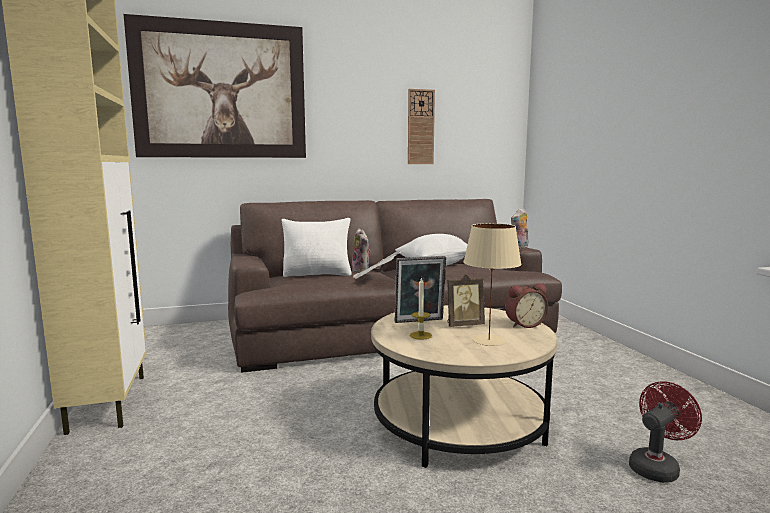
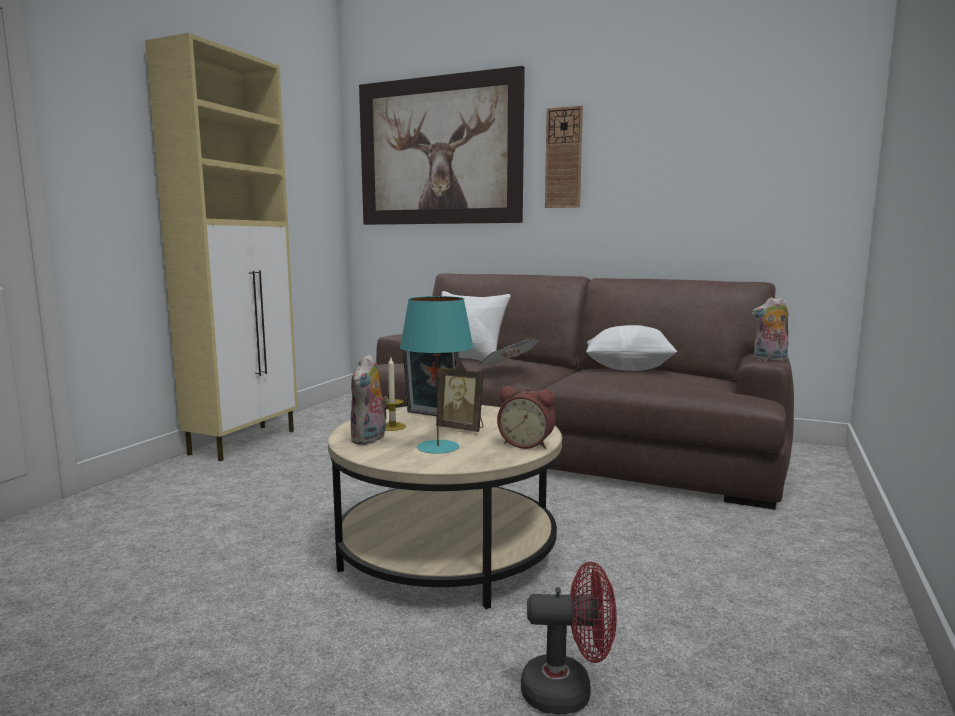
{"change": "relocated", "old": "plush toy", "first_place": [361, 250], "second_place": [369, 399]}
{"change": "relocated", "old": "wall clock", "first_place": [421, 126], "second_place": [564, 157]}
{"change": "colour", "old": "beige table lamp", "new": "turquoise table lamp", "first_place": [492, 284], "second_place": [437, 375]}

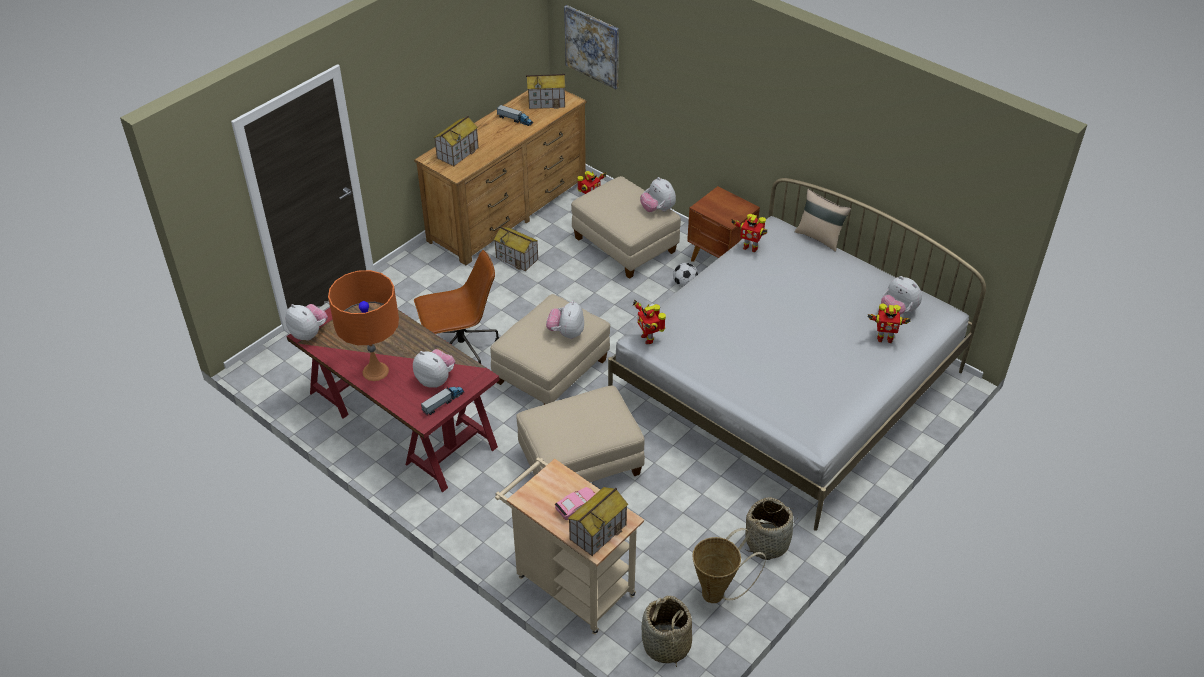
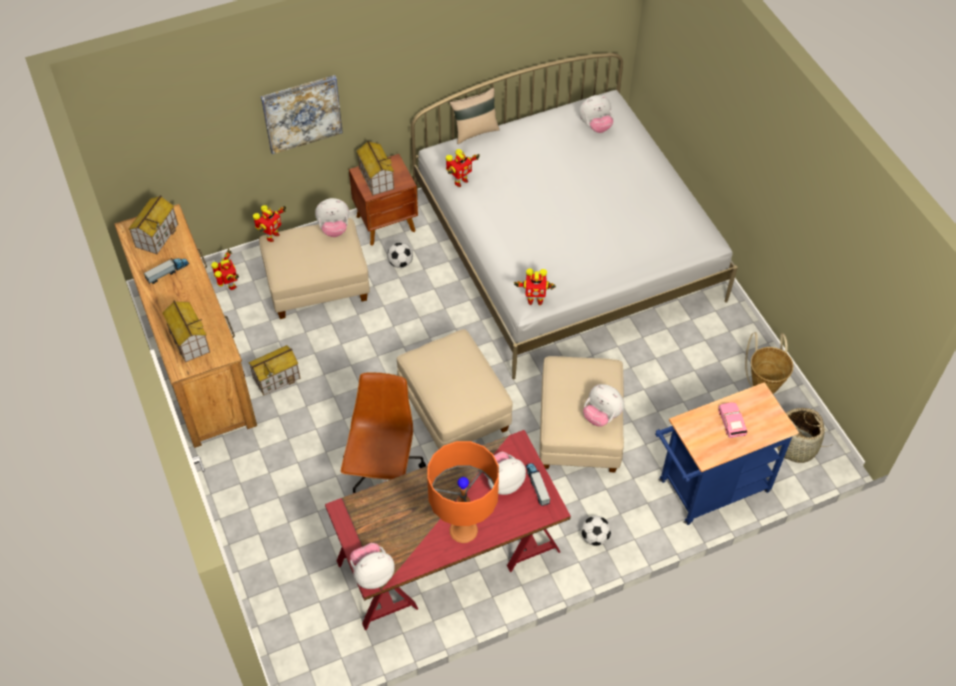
{"change": "colour", "old": "beige cart", "new": "blue cart", "first_place": [569, 546], "second_place": [727, 453]}
{"change": "relocated", "old": "plush toy", "first_place": [565, 320], "second_place": [603, 405]}
{"change": "relocated", "old": "picture", "first_place": [591, 47], "second_place": [302, 114]}
{"change": "relocated", "old": "toy house", "first_place": [598, 521], "second_place": [375, 168]}
{"change": "missing", "old": "basket", "first_place": [771, 528]}
{"change": "relocated", "old": "toy robot", "first_place": [889, 323], "second_place": [269, 223]}
{"change": "appeared", "new": "football", "second_place": [596, 531]}

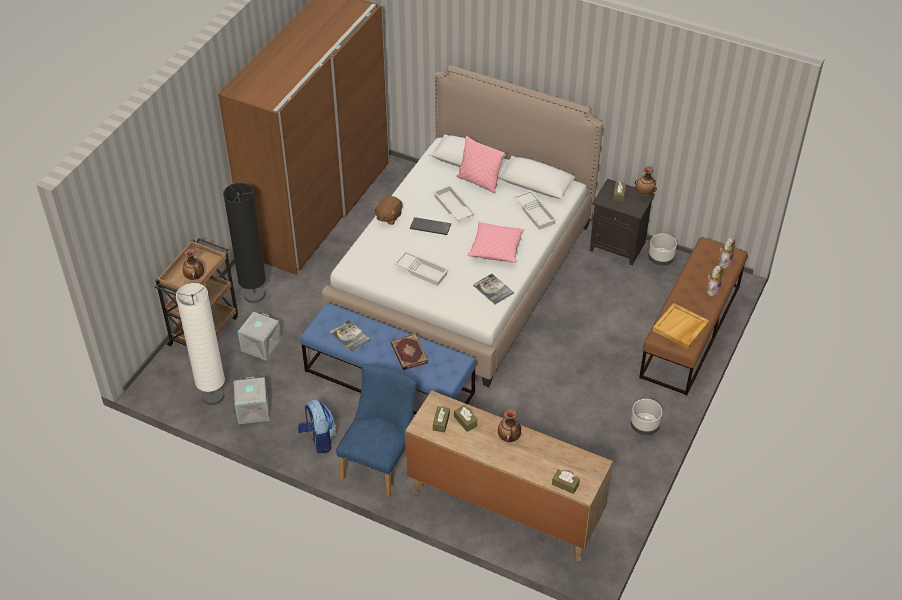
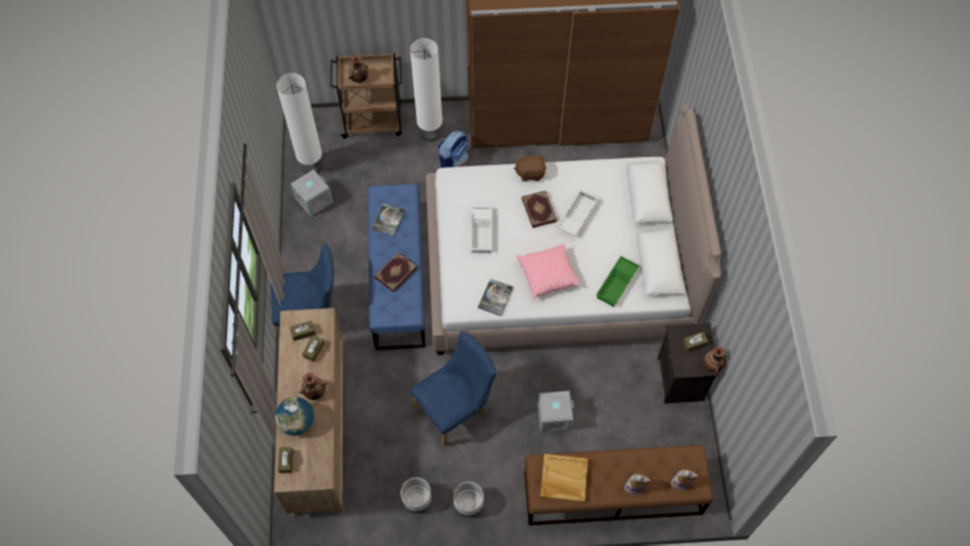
{"change": "colour", "old": "black floor lamp", "new": "white floor lamp", "first_place": [244, 243], "second_place": [426, 90]}
{"change": "relocated", "old": "grey storage box", "first_place": [260, 336], "second_place": [556, 412]}
{"change": "relocated", "old": "backpack", "first_place": [317, 426], "second_place": [453, 149]}
{"change": "exchanged", "old": "keyboard", "new": "book", "first_place": [430, 226], "second_place": [539, 209]}
{"change": "missing", "old": "pink pillow", "first_place": [480, 164]}
{"change": "colour", "old": "white tray", "new": "green tray", "first_place": [535, 210], "second_place": [618, 281]}
{"change": "relocated", "old": "grey planter", "first_place": [662, 250], "second_place": [416, 495]}
{"change": "appeared", "new": "globe", "second_place": [294, 416]}
{"change": "appeared", "new": "blue chair", "second_place": [454, 388]}

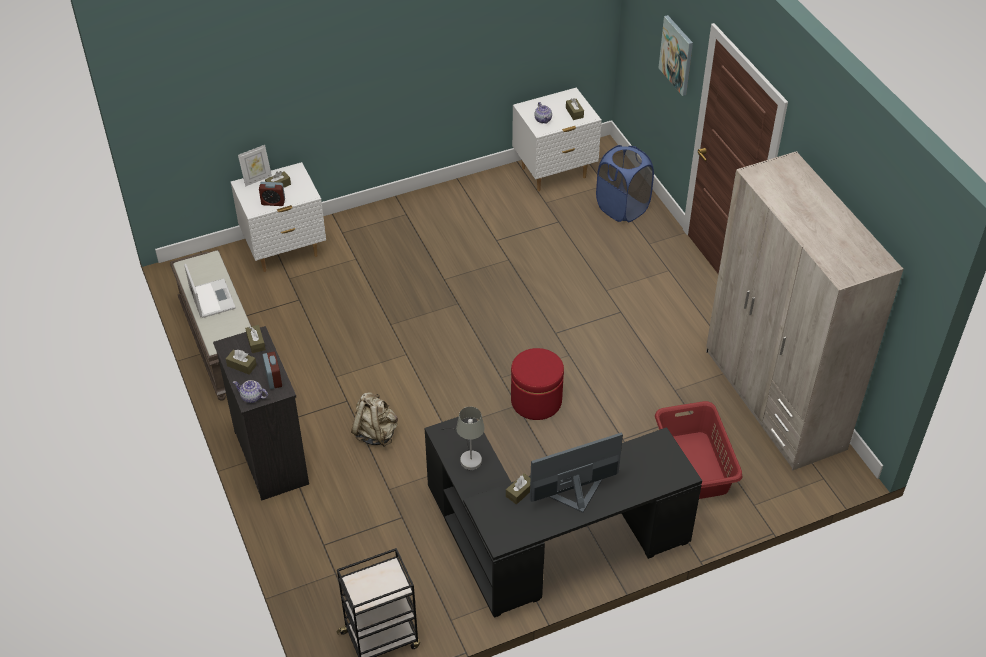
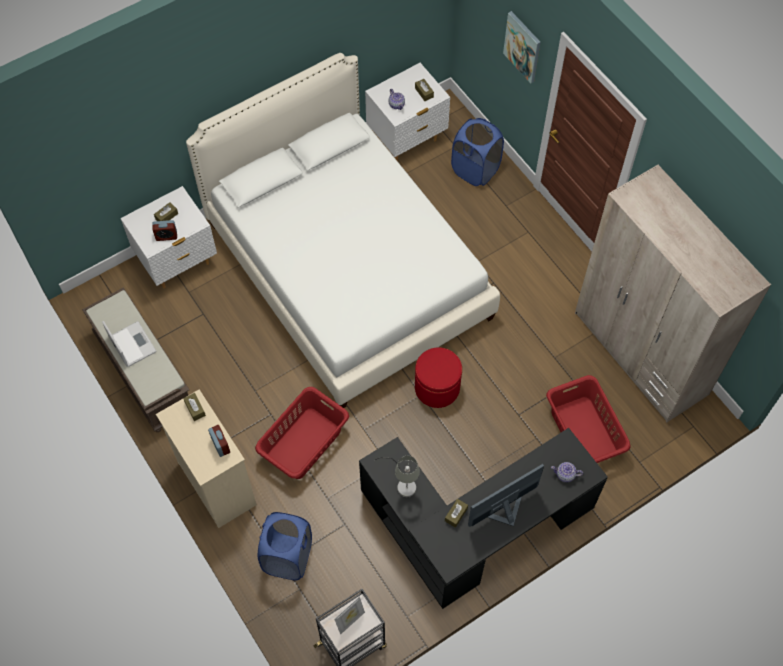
{"change": "colour", "old": "black dresser", "new": "beige dresser", "first_place": [261, 413], "second_place": [206, 459]}
{"change": "missing", "old": "brown tissue box", "first_place": [241, 362]}
{"change": "relocated", "old": "teapot", "first_place": [250, 391], "second_place": [567, 472]}
{"change": "relocated", "old": "picture frame", "first_place": [255, 166], "second_place": [349, 615]}
{"change": "exchanged", "old": "beige backpack", "new": "red laundry basket", "first_place": [374, 419], "second_place": [302, 433]}
{"change": "appeared", "new": "white bed", "second_place": [343, 230]}
{"change": "appeared", "new": "blue laundry basket", "second_place": [285, 546]}

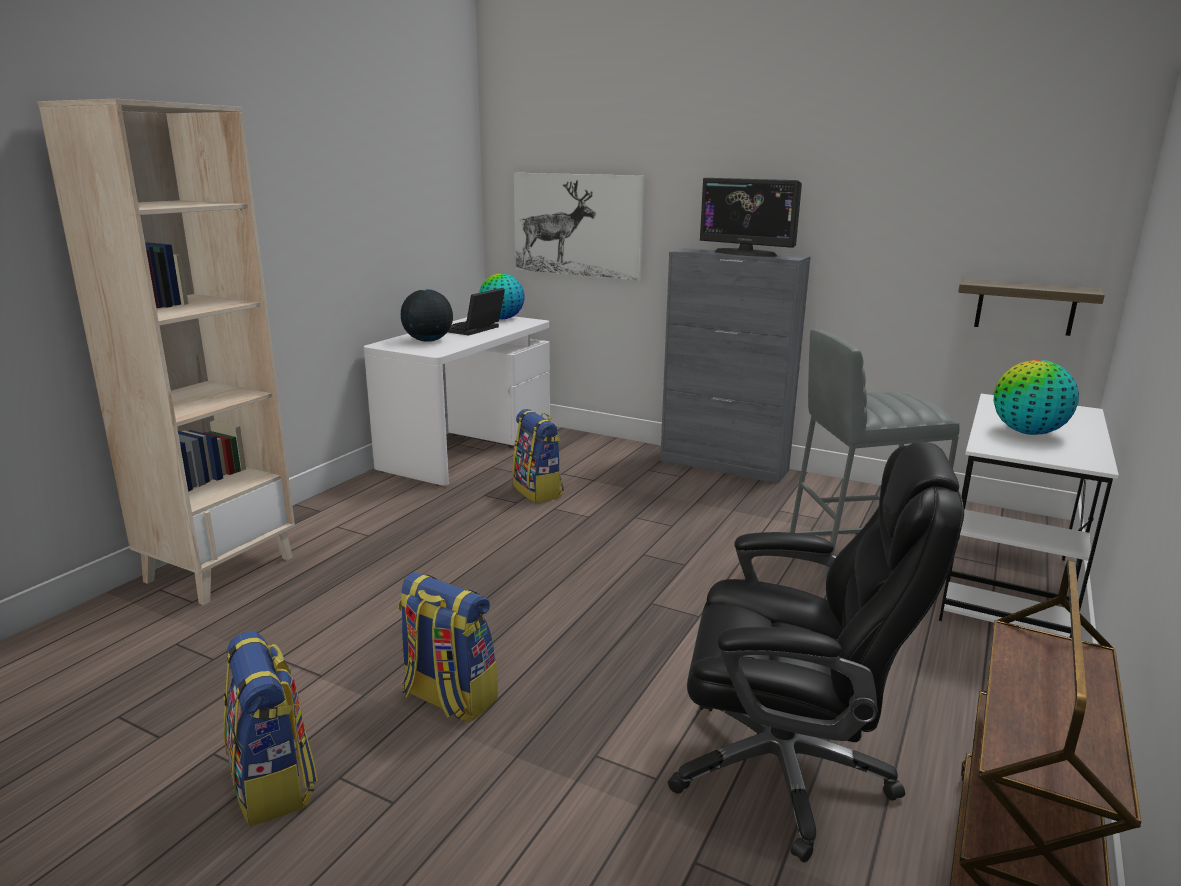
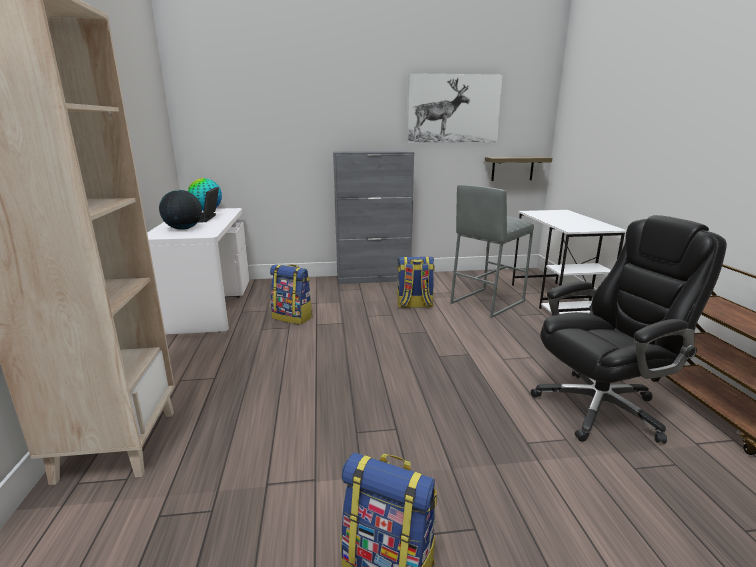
{"change": "relocated", "old": "backpack", "first_place": [448, 647], "second_place": [416, 282]}
{"change": "relocated", "old": "picture", "first_place": [579, 227], "second_place": [455, 108]}
{"change": "missing", "old": "monitor", "first_place": [751, 217]}
{"change": "missing", "old": "globe", "first_place": [1036, 397]}

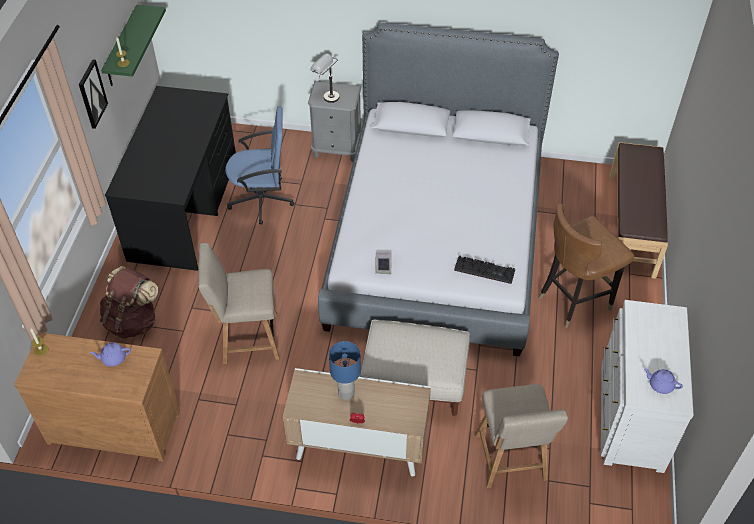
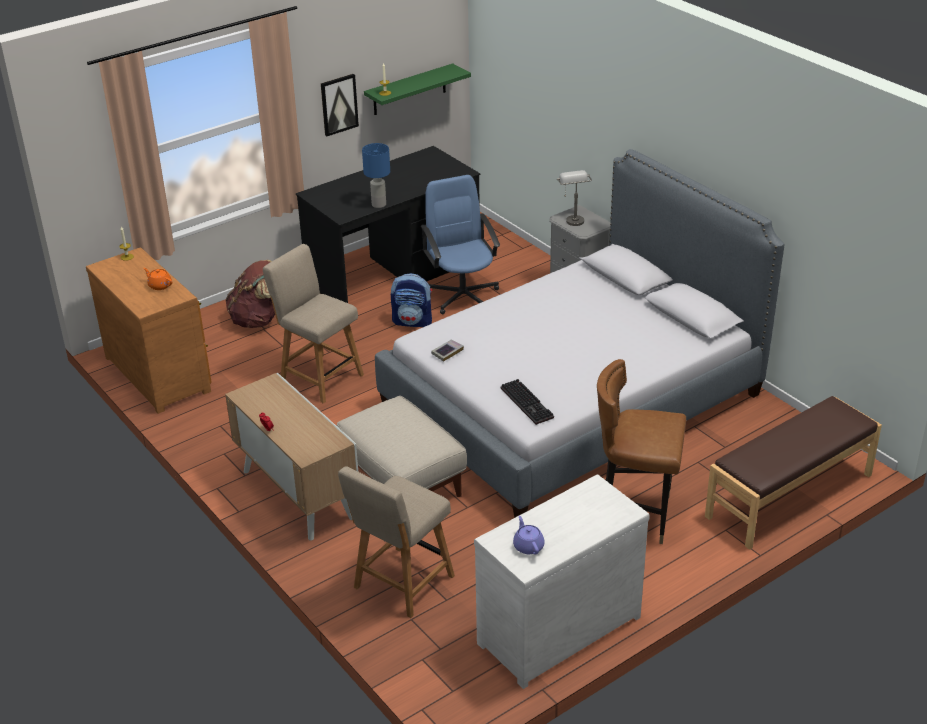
{"change": "colour", "old": "purple teapot", "new": "orange teapot", "first_place": [110, 355], "second_place": [158, 279]}
{"change": "spun", "old": "blue office chair", "first_place": [259, 165], "second_place": [460, 244], "degrees": -150}
{"change": "relocated", "old": "blue table lamp", "first_place": [345, 370], "second_place": [376, 175]}
{"change": "appeared", "new": "backpack", "second_place": [411, 300]}

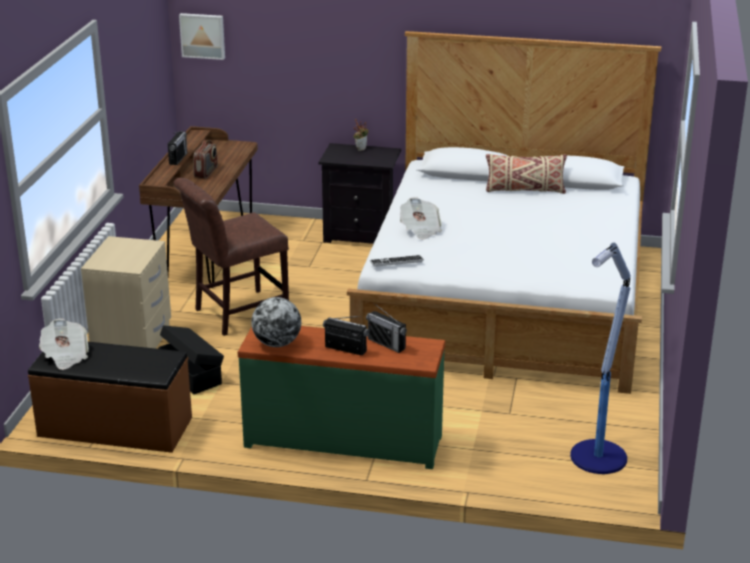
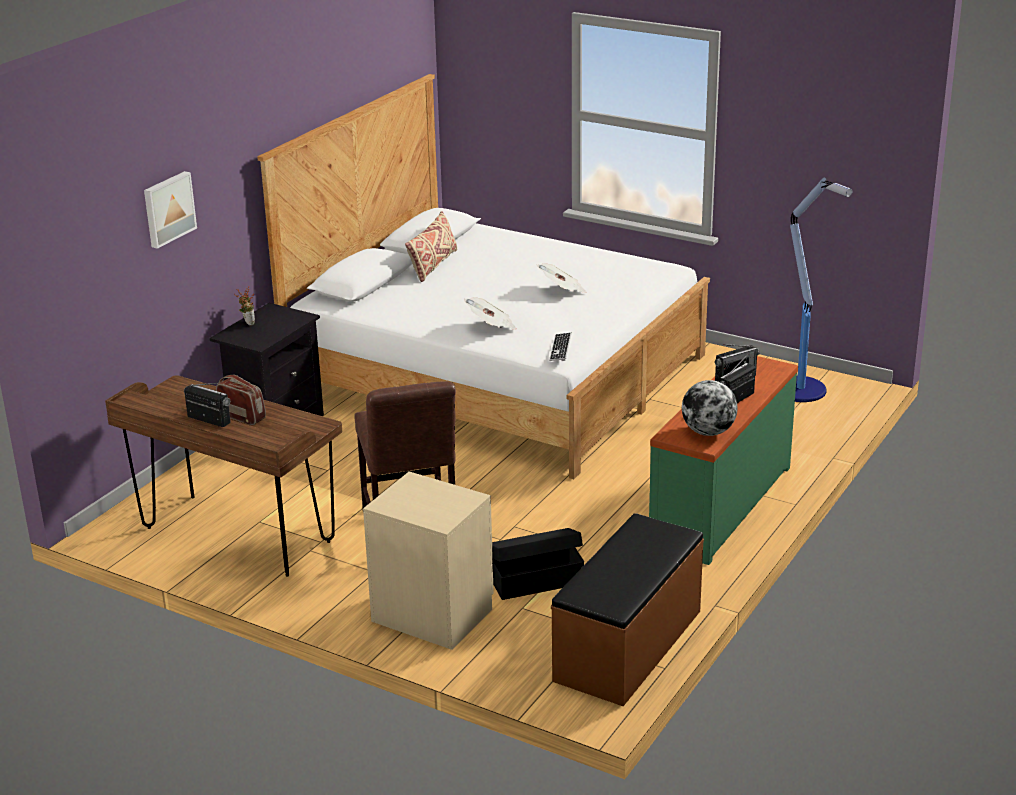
{"change": "relocated", "old": "newspaper", "first_place": [63, 344], "second_place": [562, 278]}
{"change": "relocated", "old": "picture", "first_place": [202, 36], "second_place": [170, 210]}

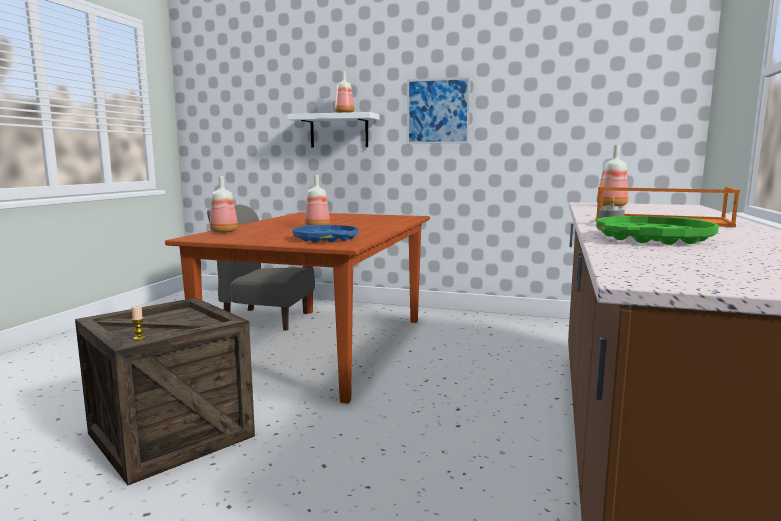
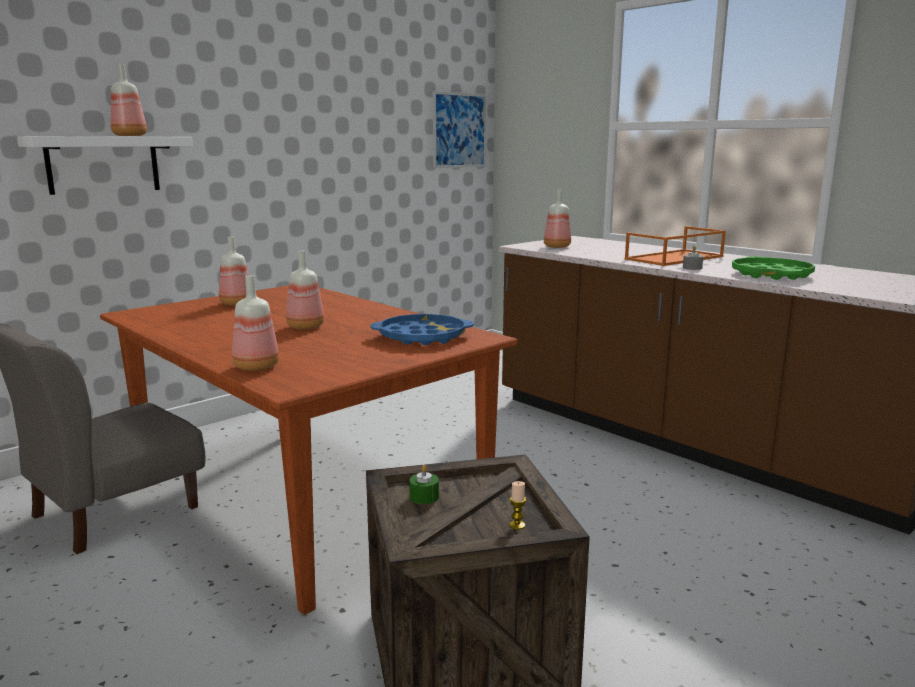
{"change": "relocated", "old": "picture", "first_place": [438, 110], "second_place": [460, 129]}
{"change": "appeared", "new": "bottle", "second_place": [234, 271]}
{"change": "appeared", "new": "green candle", "second_place": [424, 484]}

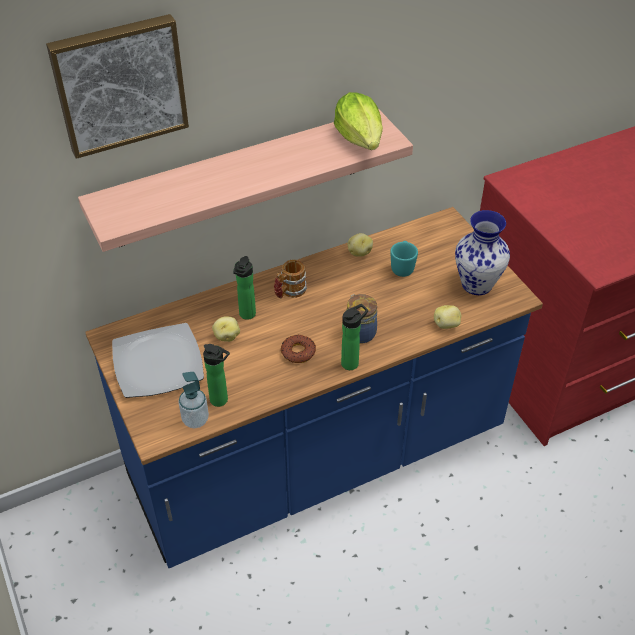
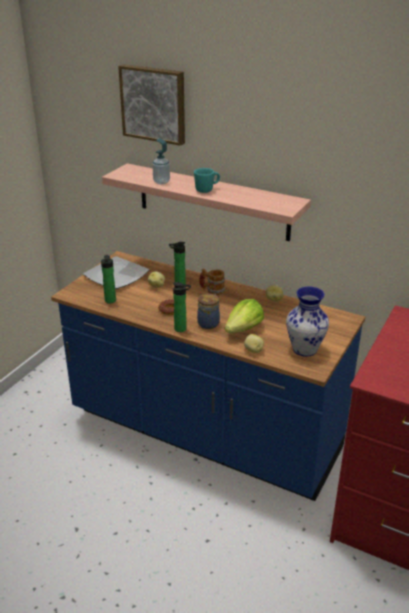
{"change": "relocated", "old": "soap dispenser", "first_place": [193, 400], "second_place": [161, 161]}
{"change": "relocated", "old": "lettuce", "first_place": [358, 121], "second_place": [244, 316]}
{"change": "relocated", "old": "turquoise mug", "first_place": [404, 259], "second_place": [207, 180]}

